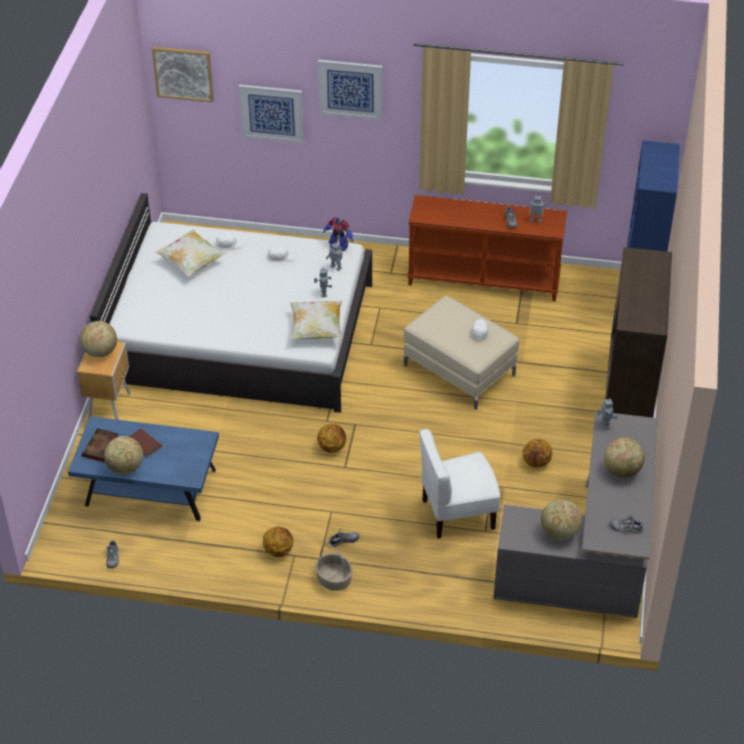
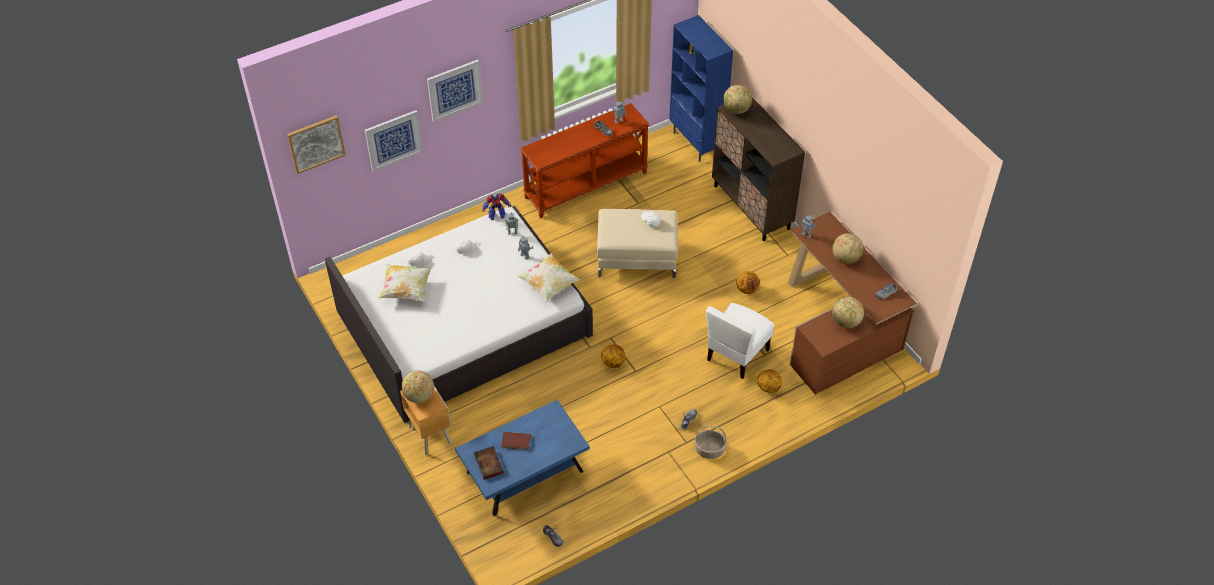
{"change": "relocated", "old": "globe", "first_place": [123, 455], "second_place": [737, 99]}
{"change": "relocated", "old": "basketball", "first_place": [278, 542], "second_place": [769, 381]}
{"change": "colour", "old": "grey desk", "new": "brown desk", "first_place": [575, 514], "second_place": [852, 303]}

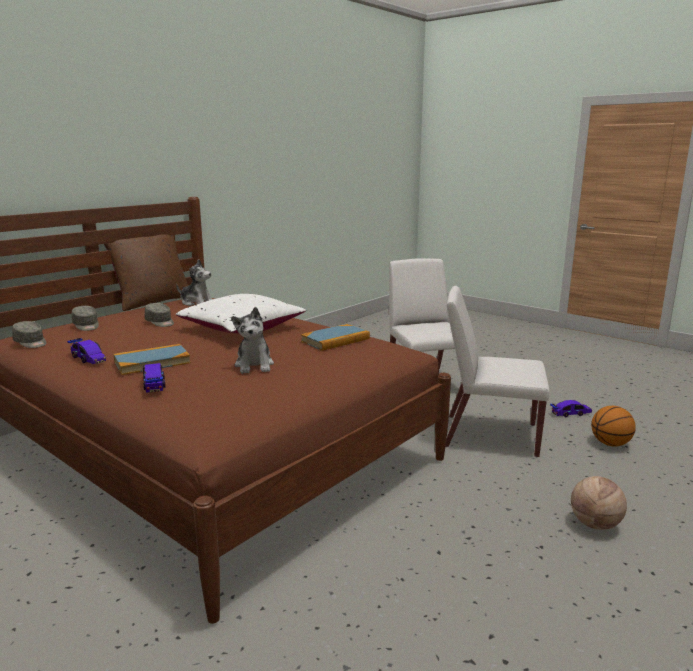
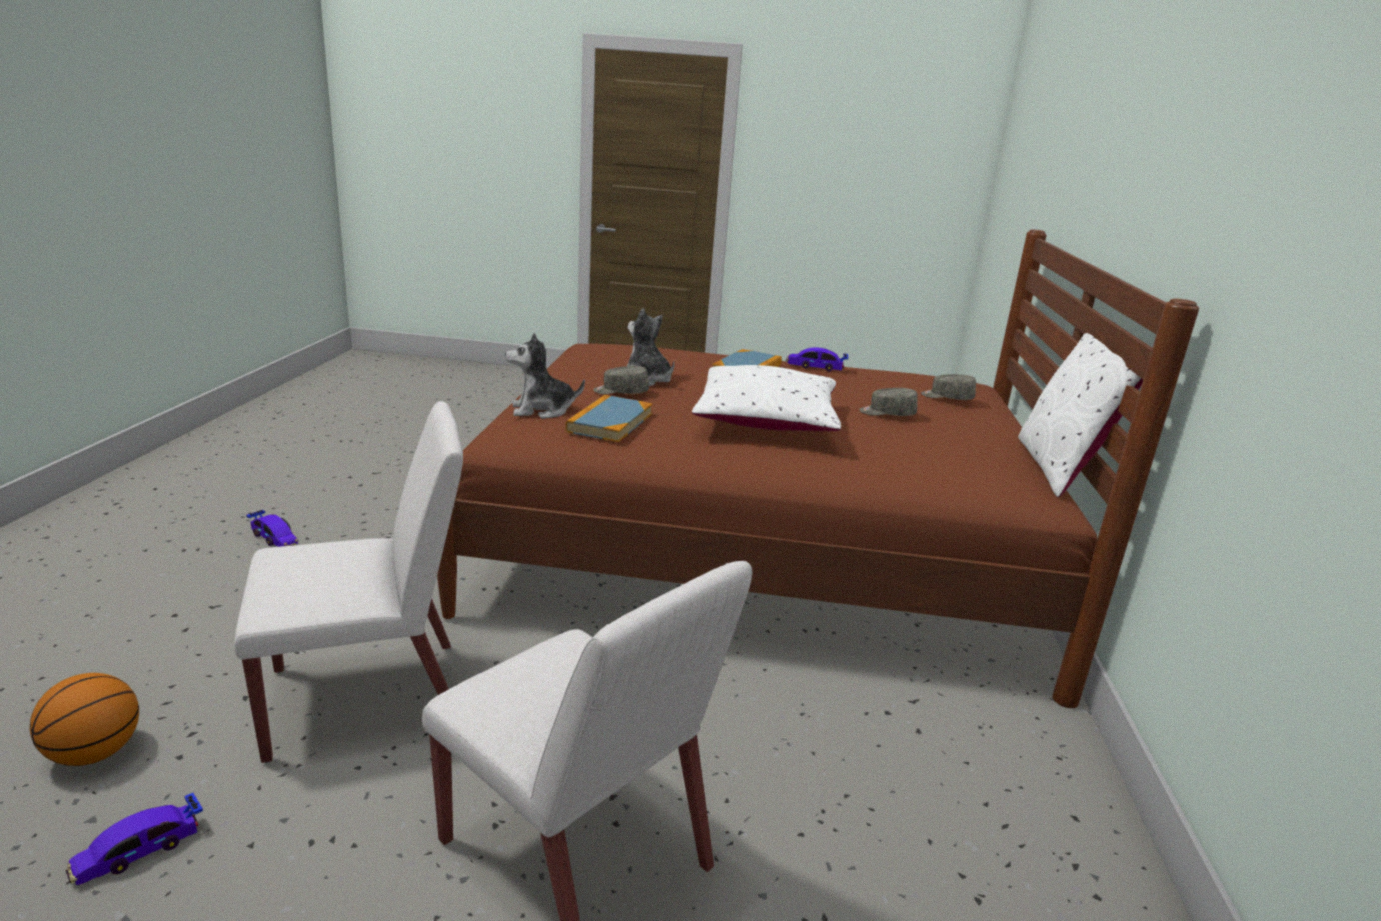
{"change": "relocated", "old": "grey cap", "first_place": [29, 334], "second_place": [621, 380]}
{"change": "colour", "old": "brown pillow", "new": "white pillow", "first_place": [146, 272], "second_place": [1080, 415]}
{"change": "relocated", "old": "toy car", "first_place": [154, 378], "second_place": [272, 528]}
{"change": "relocated", "old": "plush toy", "first_place": [194, 283], "second_place": [545, 376]}
{"change": "missing", "old": "basketball", "first_place": [599, 503]}

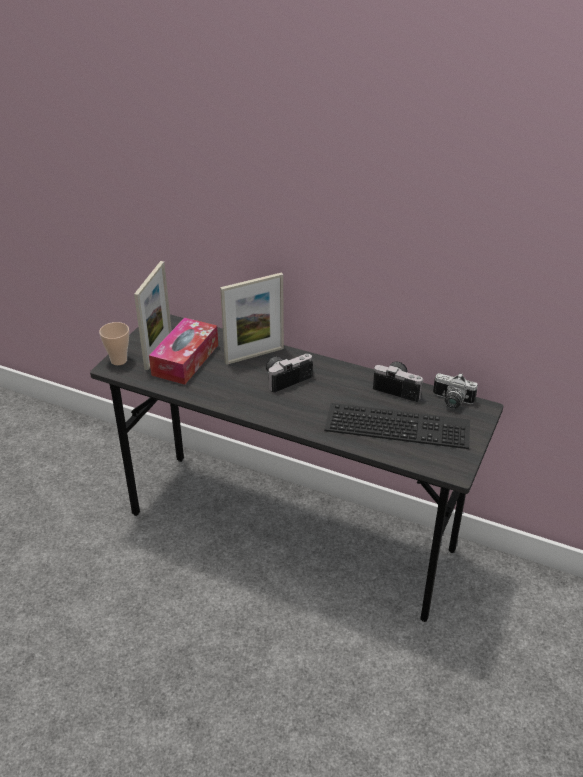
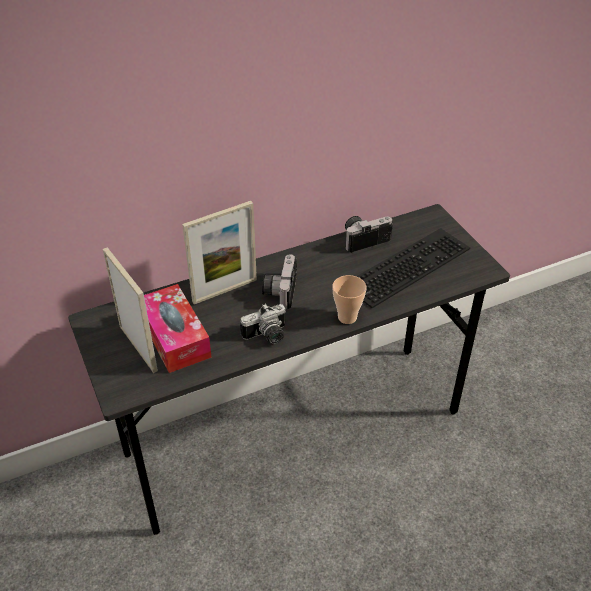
{"change": "relocated", "old": "cup", "first_place": [114, 343], "second_place": [349, 299]}
{"change": "spun", "old": "picture frame", "first_place": [252, 319], "second_place": [219, 252], "degrees": 45}
{"change": "relocated", "old": "photo camera", "first_place": [455, 391], "second_place": [263, 323]}

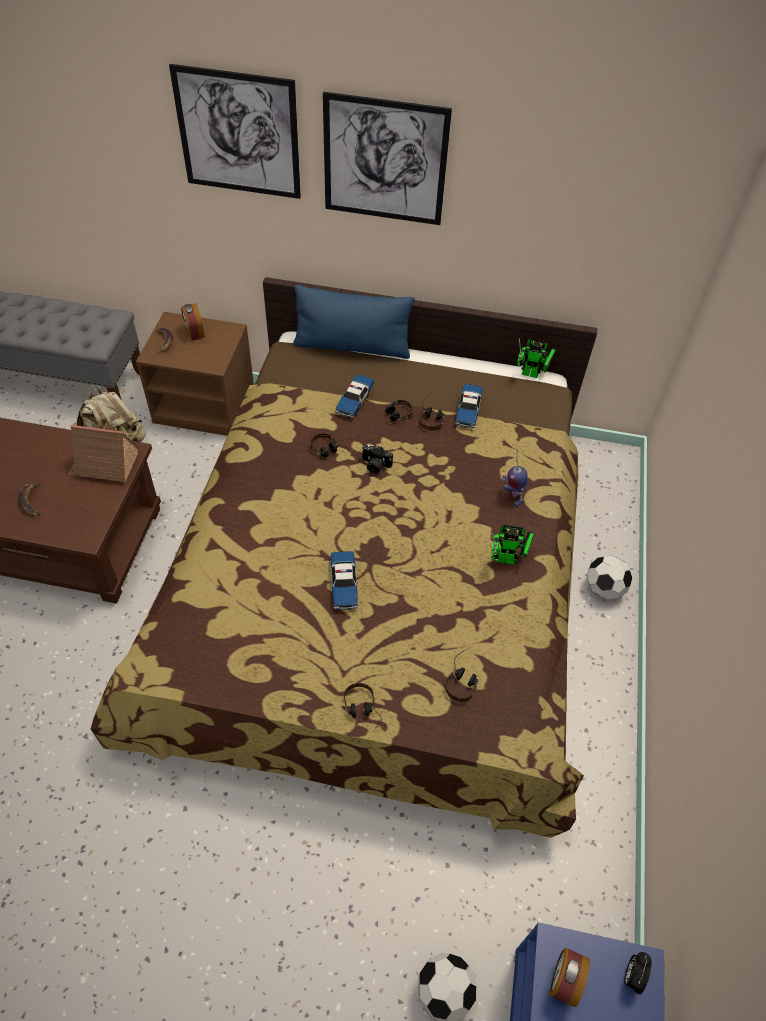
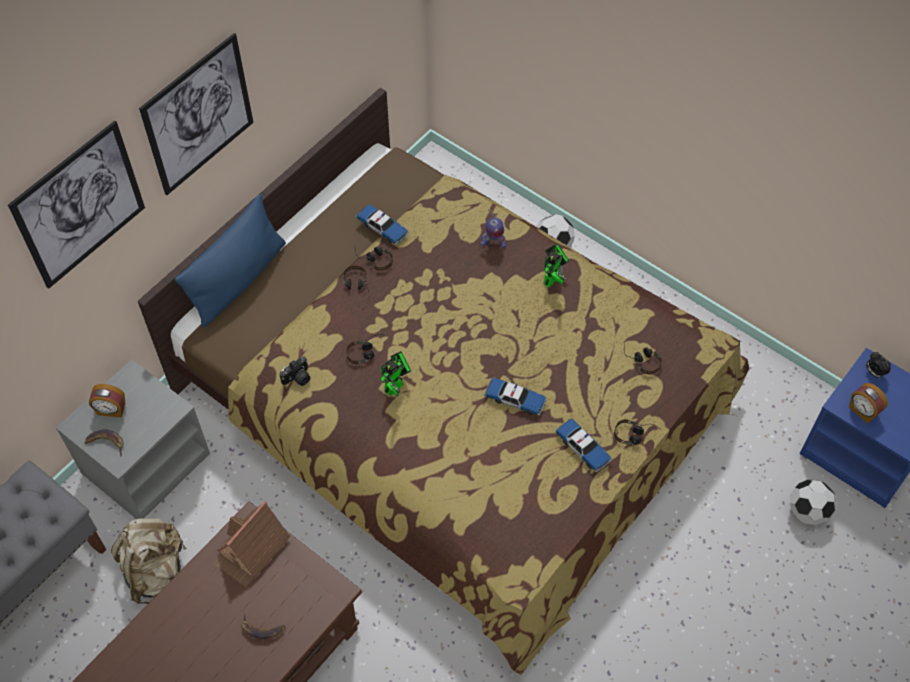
{"change": "colour", "old": "brown nightstand", "new": "grey nightstand", "first_place": [195, 374], "second_place": [133, 439]}
{"change": "relocated", "old": "toy car", "first_place": [354, 396], "second_place": [583, 445]}
{"change": "relocated", "old": "photo camera", "first_place": [377, 459], "second_place": [294, 371]}
{"change": "relocated", "old": "toy robot", "first_place": [536, 358], "second_place": [396, 374]}

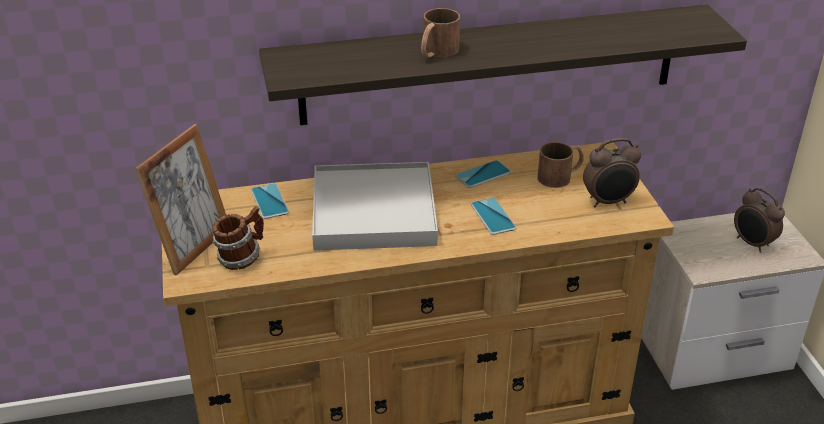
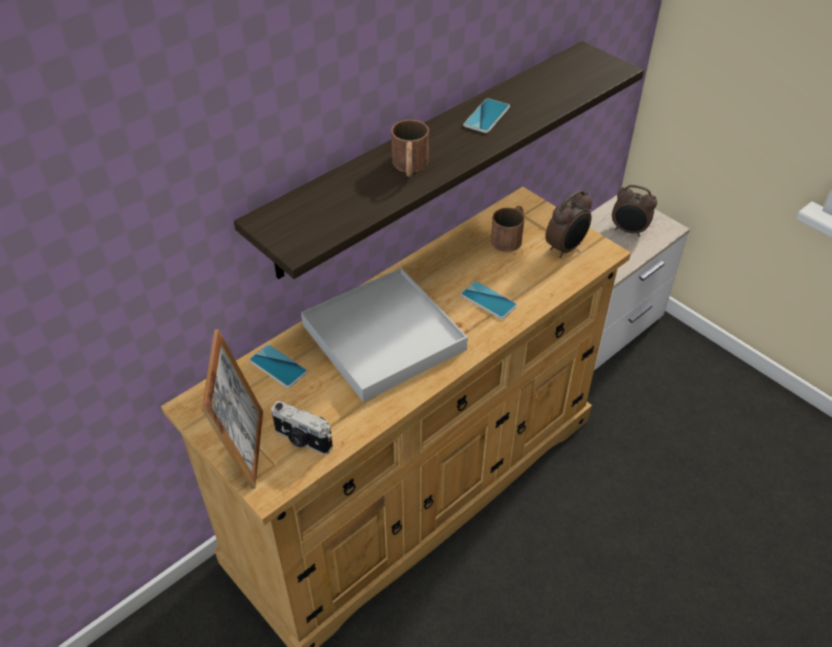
{"change": "exchanged", "old": "mug", "new": "photo camera", "first_place": [238, 238], "second_place": [302, 428]}
{"change": "relocated", "old": "phone", "first_place": [483, 174], "second_place": [486, 115]}

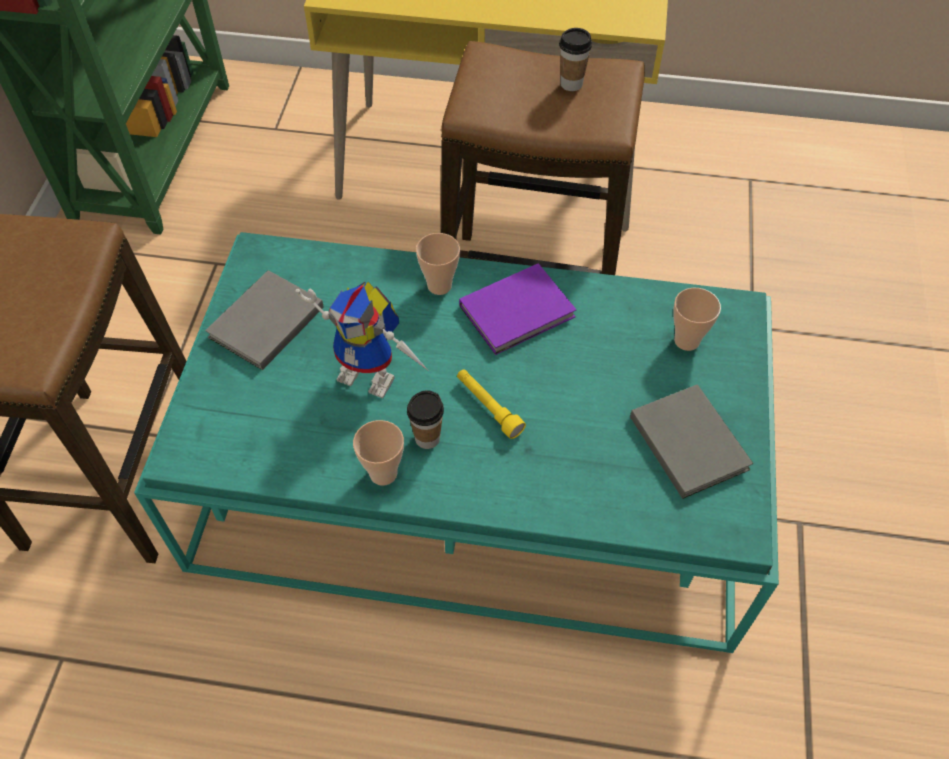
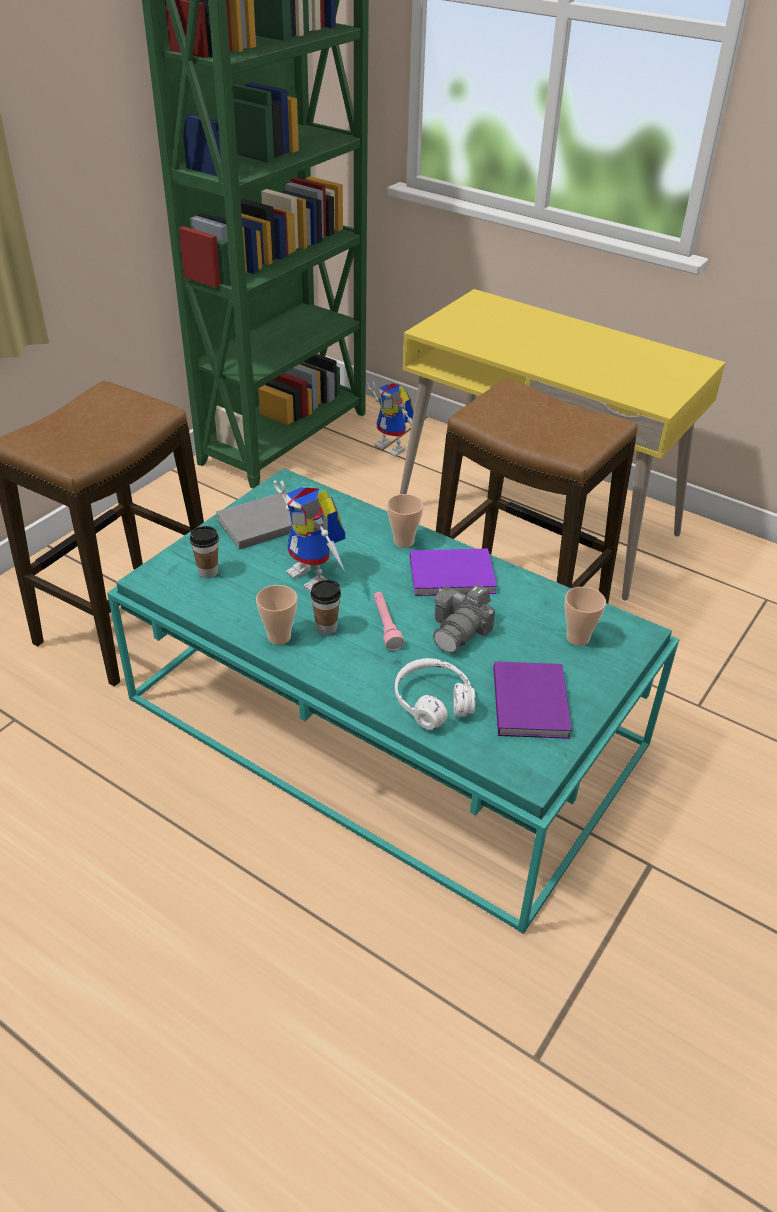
{"change": "colour", "old": "yellow flashlight", "new": "pink flashlight", "first_place": [491, 404], "second_place": [389, 621]}
{"change": "relocated", "old": "cup", "first_place": [575, 59], "second_place": [204, 552]}
{"change": "colour", "old": "grey book", "new": "purple book", "first_place": [691, 441], "second_place": [533, 700]}
{"change": "appeared", "new": "toy robot", "second_place": [390, 419]}
{"change": "appeared", "new": "white headphones", "second_place": [435, 694]}
{"change": "appeared", "new": "photo camera", "second_place": [464, 618]}

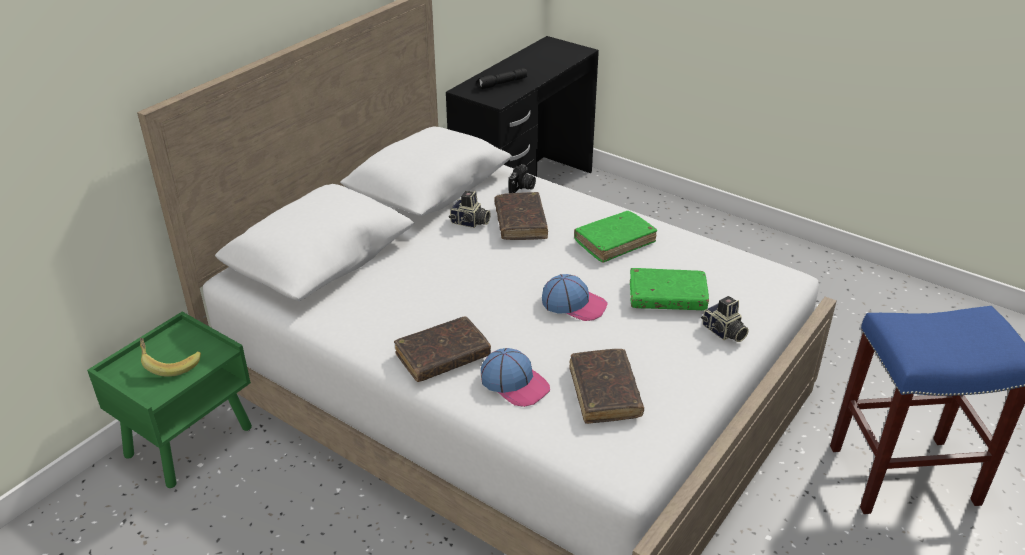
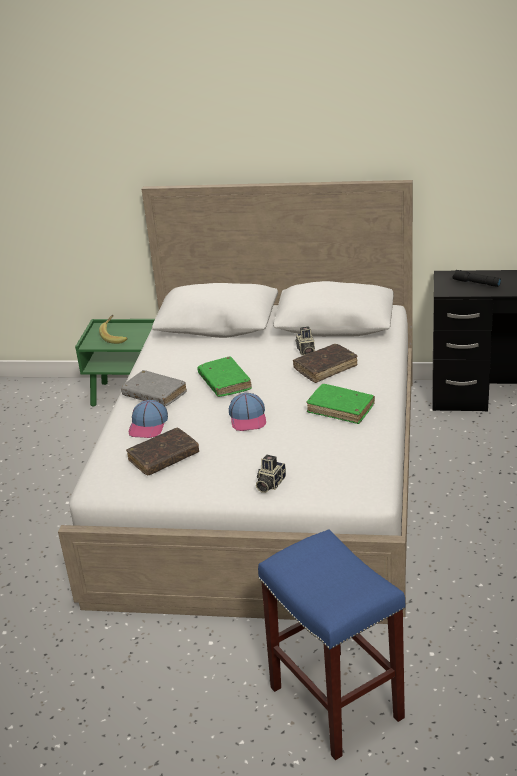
{"change": "colour", "old": "brown book", "new": "grey book", "first_place": [442, 349], "second_place": [154, 388]}
{"change": "missing", "old": "photo camera", "first_place": [522, 178]}
{"change": "relocated", "old": "green book", "first_place": [669, 289], "second_place": [224, 376]}

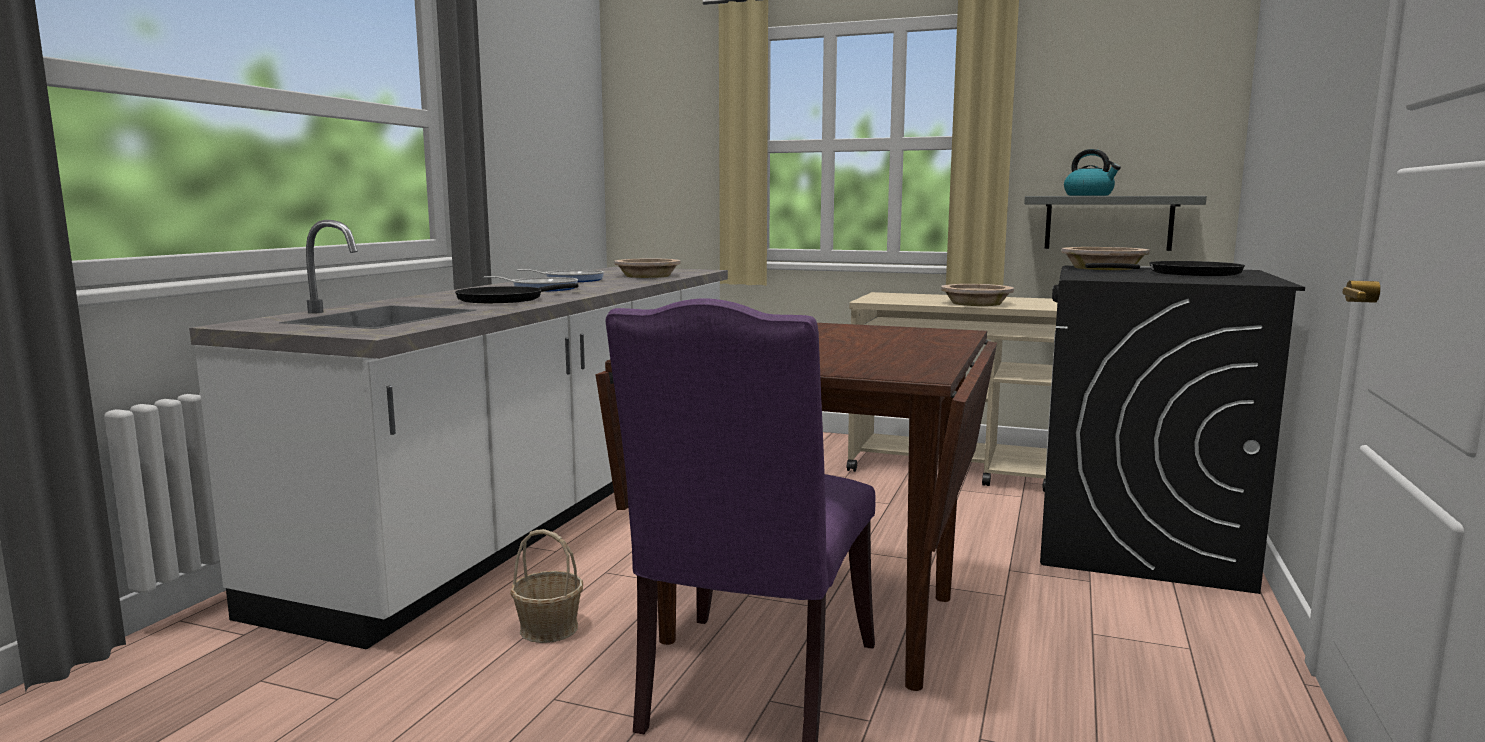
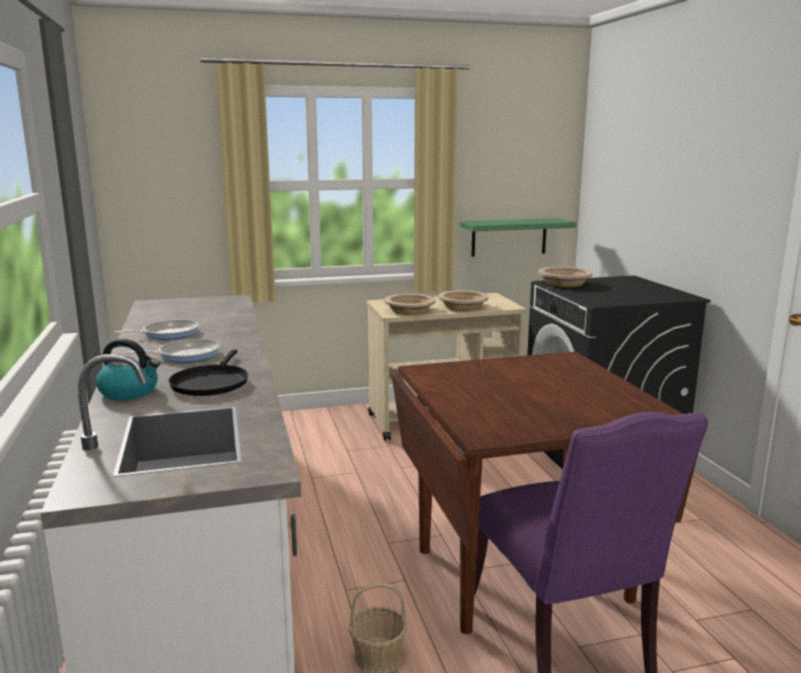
{"change": "relocated", "old": "beige bowl", "first_place": [647, 268], "second_place": [410, 304]}
{"change": "colour", "old": "grey shelf", "new": "green shelf", "first_place": [1115, 223], "second_place": [518, 237]}
{"change": "relocated", "old": "kettle", "first_place": [1092, 172], "second_place": [128, 369]}
{"change": "missing", "old": "black frying pan", "first_place": [1165, 268]}

